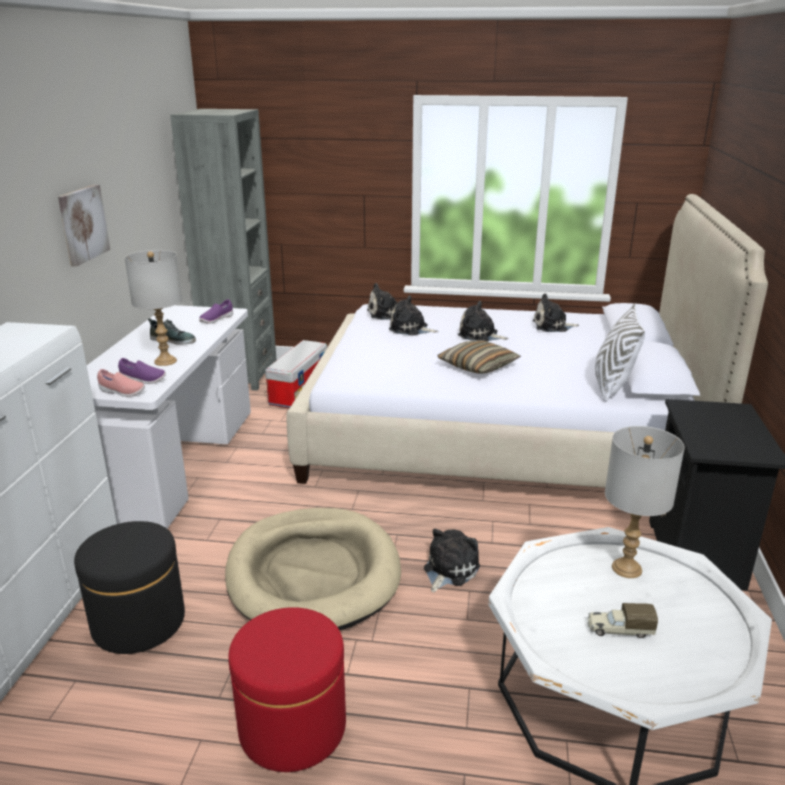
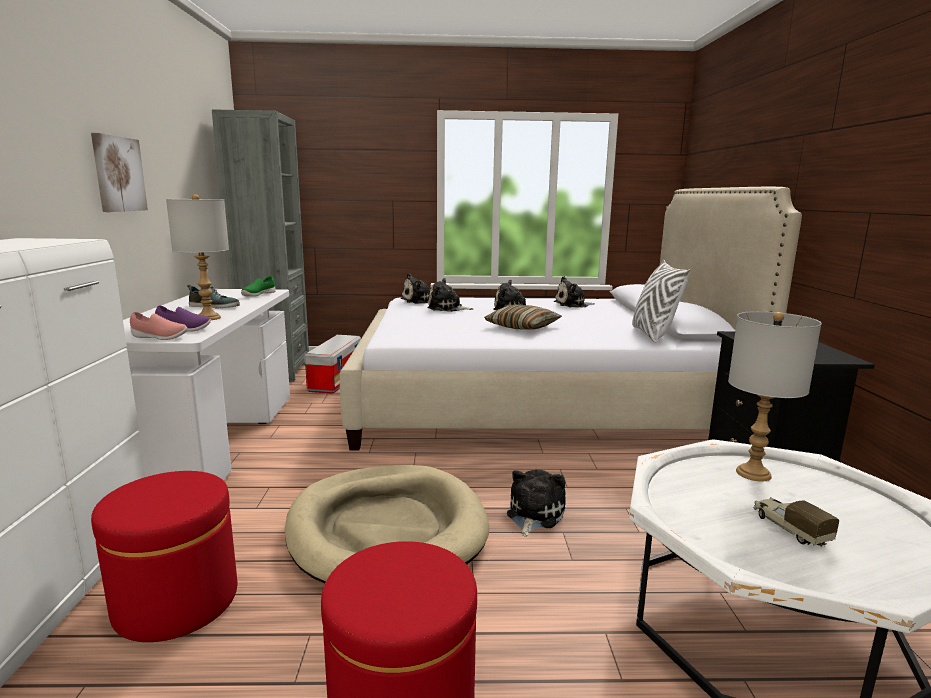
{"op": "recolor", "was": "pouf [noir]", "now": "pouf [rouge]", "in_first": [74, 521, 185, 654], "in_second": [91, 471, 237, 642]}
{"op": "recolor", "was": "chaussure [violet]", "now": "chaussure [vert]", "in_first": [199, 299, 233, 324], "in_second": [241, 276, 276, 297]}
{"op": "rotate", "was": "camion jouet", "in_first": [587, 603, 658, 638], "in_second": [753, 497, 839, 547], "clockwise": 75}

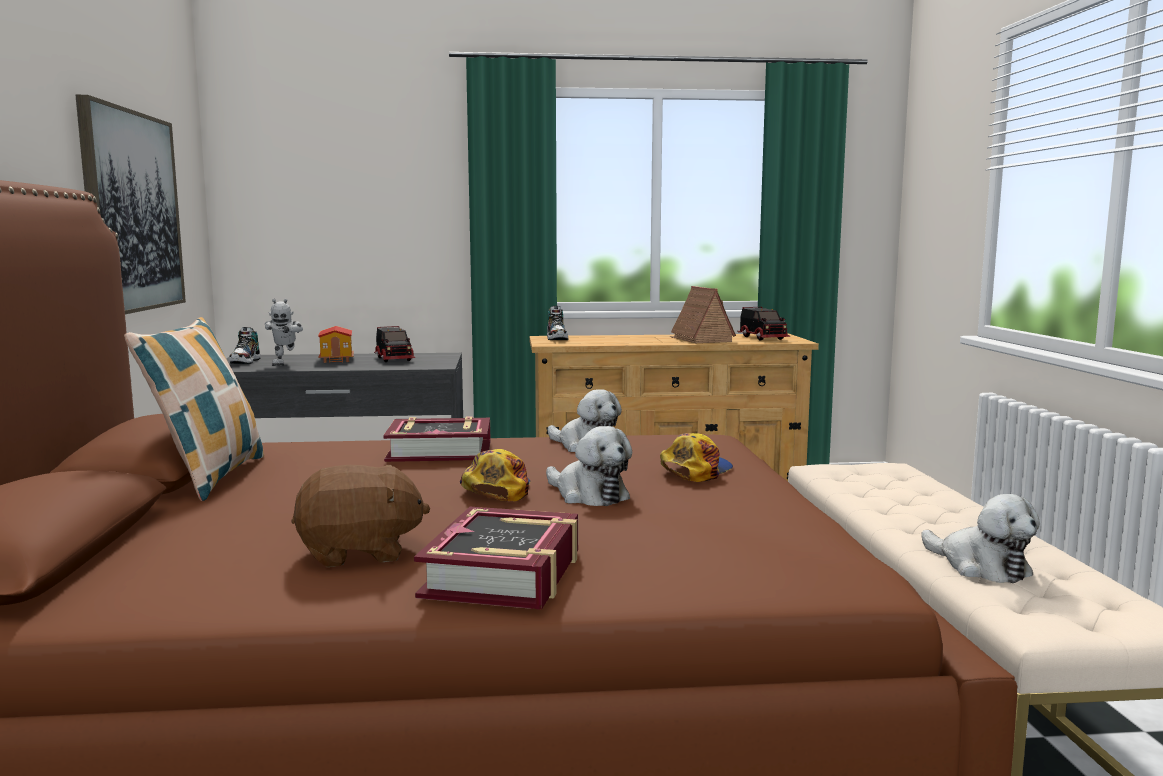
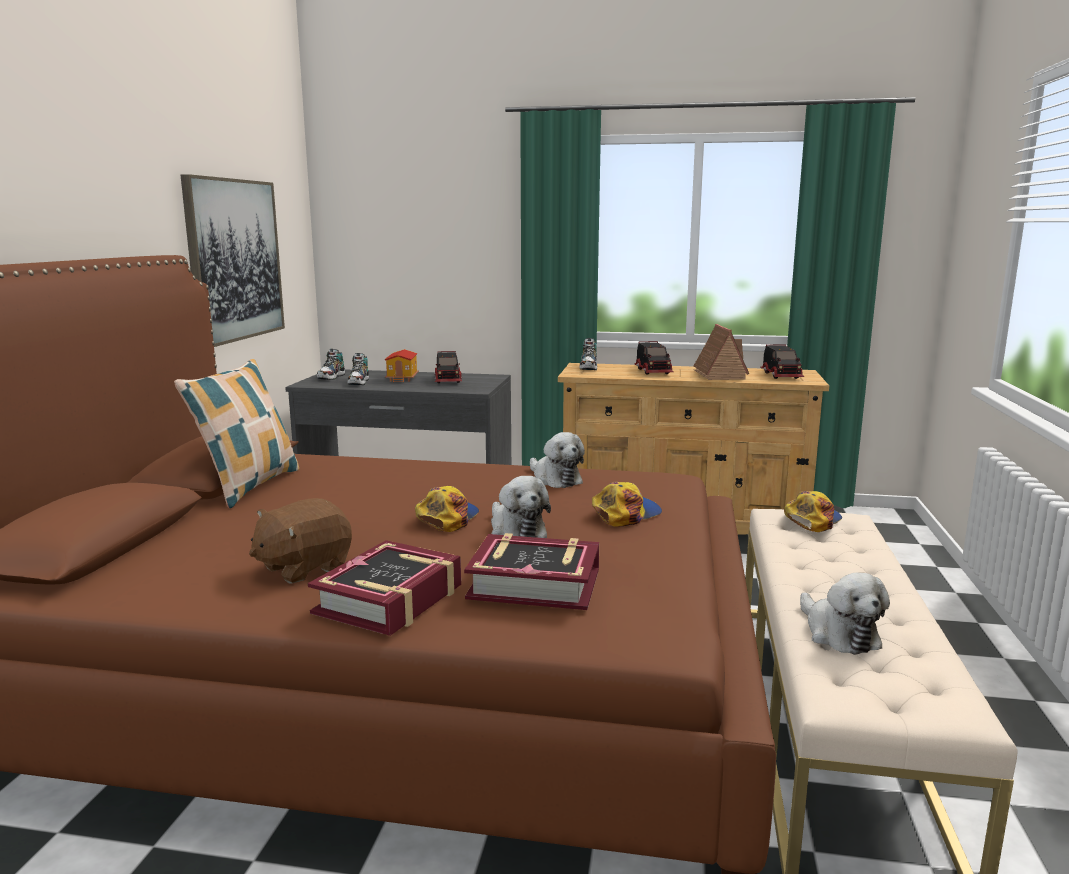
{"op": "insert", "now": "camion jouet", "in_second": [634, 341, 674, 375]}
{"op": "insert", "now": "casquette", "in_second": [784, 491, 842, 532]}
{"op": "move", "was": "livre", "in_first": [383, 416, 491, 462], "in_second": [464, 533, 599, 610]}
{"op": "replace", "was": "robot jouet", "now": "chaussure", "in_first": [265, 299, 303, 366], "in_second": [347, 353, 369, 385]}
{"op": "rotate", "was": "peluche [marron]", "in_first": [291, 465, 430, 567], "in_second": [249, 498, 352, 584], "clockwise": 135}

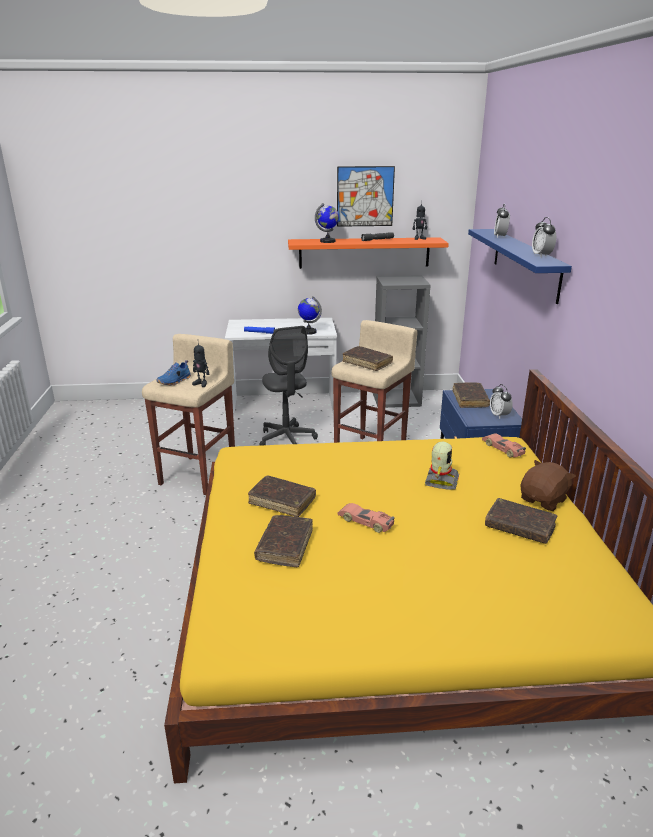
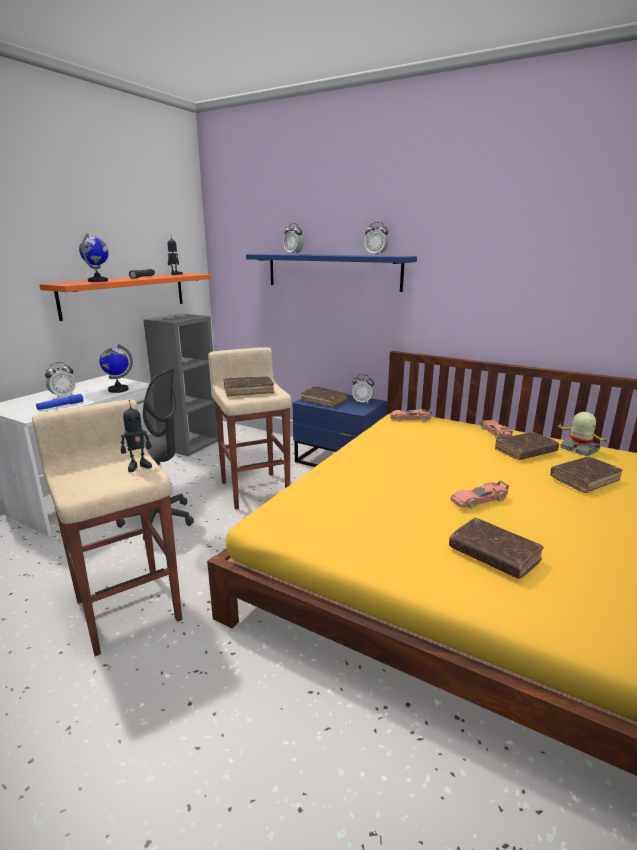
{"op": "delete", "was": "chaussure [bleu]", "in_first": [157, 360, 191, 385]}
{"op": "delete", "was": "tableau", "in_first": [337, 166, 395, 227]}
{"op": "insert", "now": "réveil", "in_second": [45, 362, 76, 399]}
{"op": "move", "was": "livre [marron]", "in_first": [248, 475, 316, 517], "in_second": [550, 457, 623, 493]}
{"op": "move", "was": "robot jouet", "in_first": [425, 442, 459, 490], "in_second": [556, 412, 610, 456]}
{"op": "replace", "was": "peluche [marron]", "now": "petite voiture", "in_first": [521, 460, 576, 511], "in_second": [479, 420, 513, 439]}

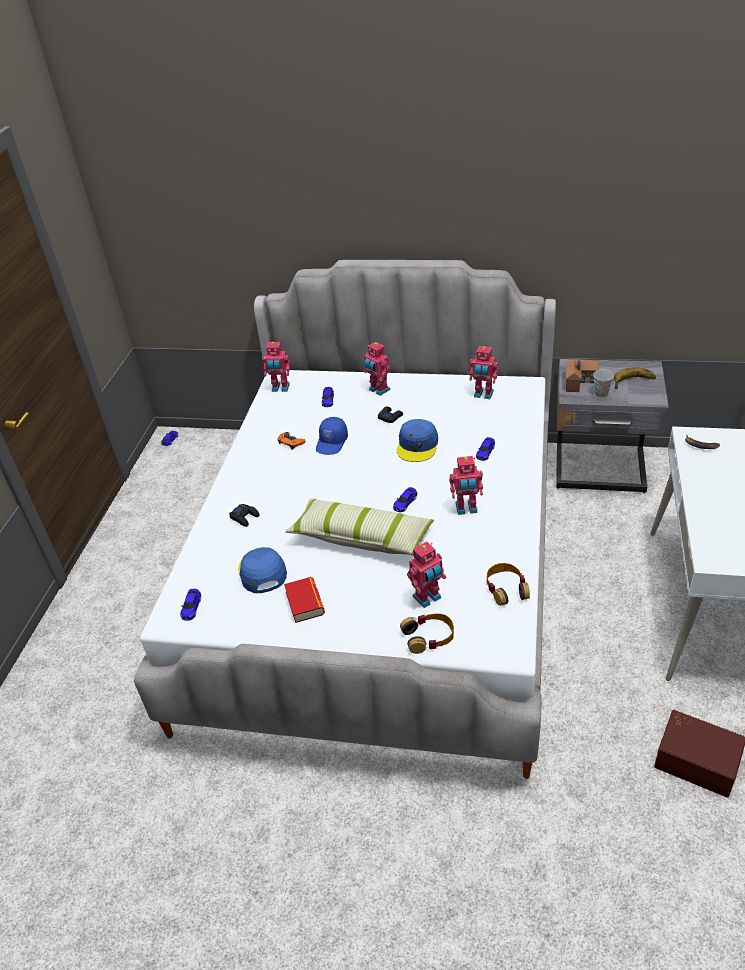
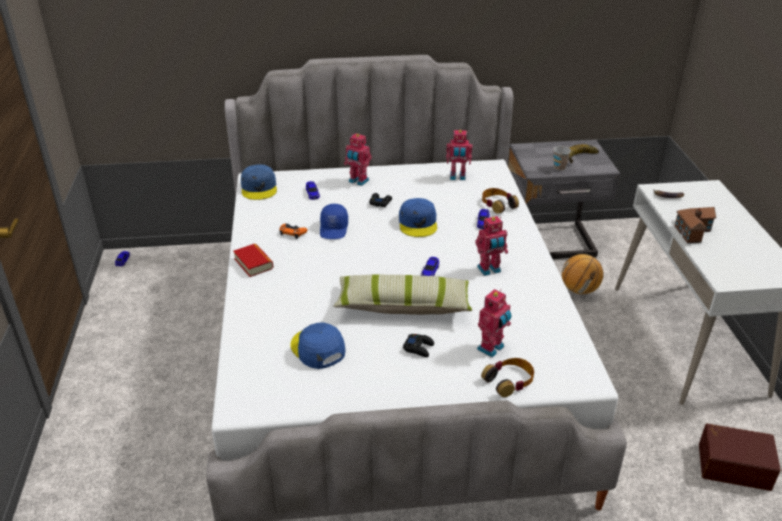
{"op": "delete", "was": "petite voiture", "in_first": [180, 589, 201, 620]}
{"op": "insert", "now": "ballon de basket", "in_second": [562, 254, 603, 294]}
{"op": "move", "was": "manette [noir]", "in_first": [229, 504, 259, 527], "in_second": [403, 334, 434, 357]}
{"op": "move", "was": "livre", "in_first": [284, 577, 325, 623], "in_second": [233, 244, 273, 277]}
{"op": "move", "was": "casque audio", "in_first": [487, 563, 530, 606], "in_second": [482, 188, 519, 214]}
{"op": "move", "was": "maison miniature", "in_first": [566, 360, 599, 392], "in_second": [675, 207, 716, 244]}
{"op": "replace", "was": "robot jouet", "now": "casquette [bleu]", "in_first": [262, 342, 290, 392], "in_second": [241, 165, 277, 200]}

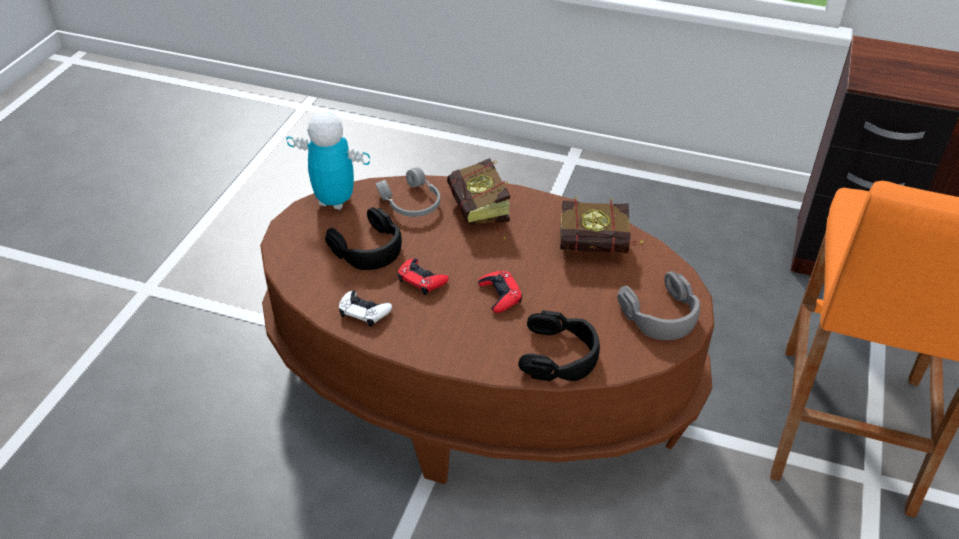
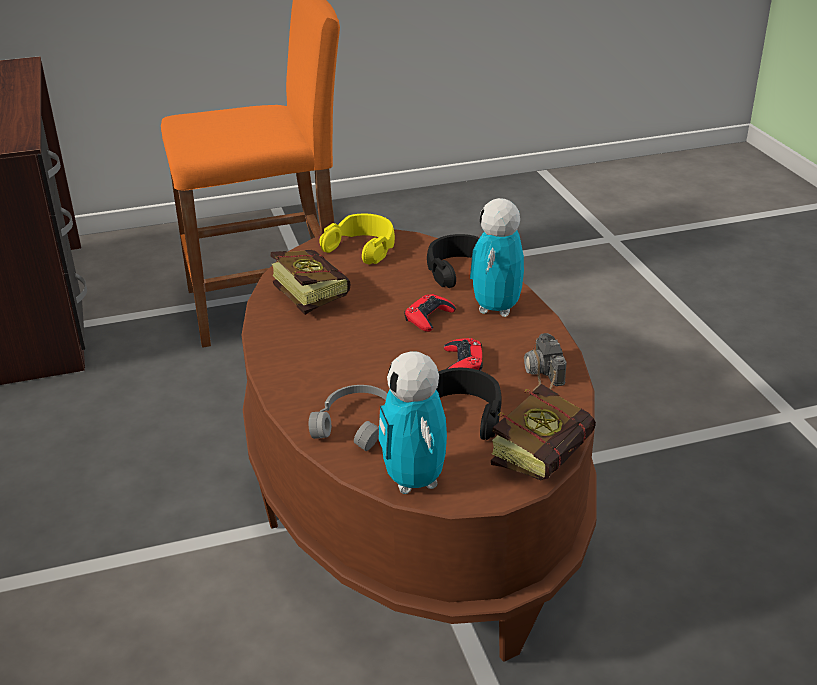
{"op": "insert", "now": "robot jouet", "in_second": [470, 198, 524, 317]}
{"op": "move", "was": "livre", "in_first": [447, 158, 510, 240], "in_second": [491, 384, 596, 481]}
{"op": "replace", "was": "manette [blanc]", "now": "appareil photo", "in_first": [339, 291, 392, 327], "in_second": [524, 333, 567, 391]}
{"op": "recolor", "was": "casque audio [gris]", "now": "casque audio [jaune]", "in_first": [617, 271, 700, 340], "in_second": [319, 214, 395, 265]}

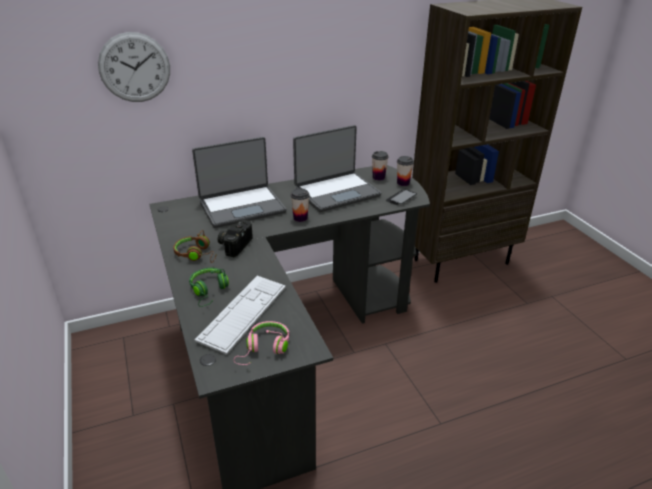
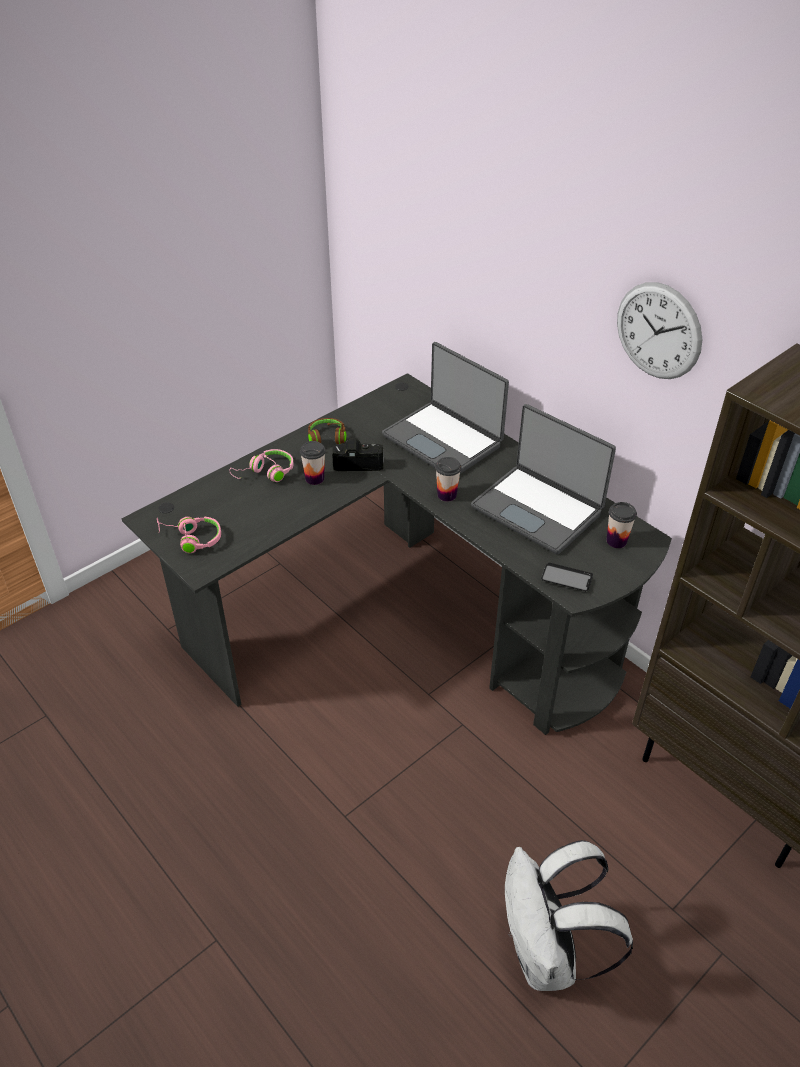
{"op": "delete", "was": "clavier", "in_first": [195, 276, 286, 355]}
{"op": "insert", "now": "sac à dos [blanc]", "in_second": [505, 840, 633, 991]}
{"op": "move", "was": "horloge murale", "in_first": [98, 32, 170, 102], "in_second": [617, 282, 702, 379]}
{"op": "move", "was": "tasse", "in_first": [397, 156, 414, 186], "in_second": [300, 441, 326, 485]}
{"op": "recolor", "was": "casque audio [vert]", "now": "casque audio [rose]", "in_first": [189, 268, 229, 307], "in_second": [229, 449, 294, 482]}

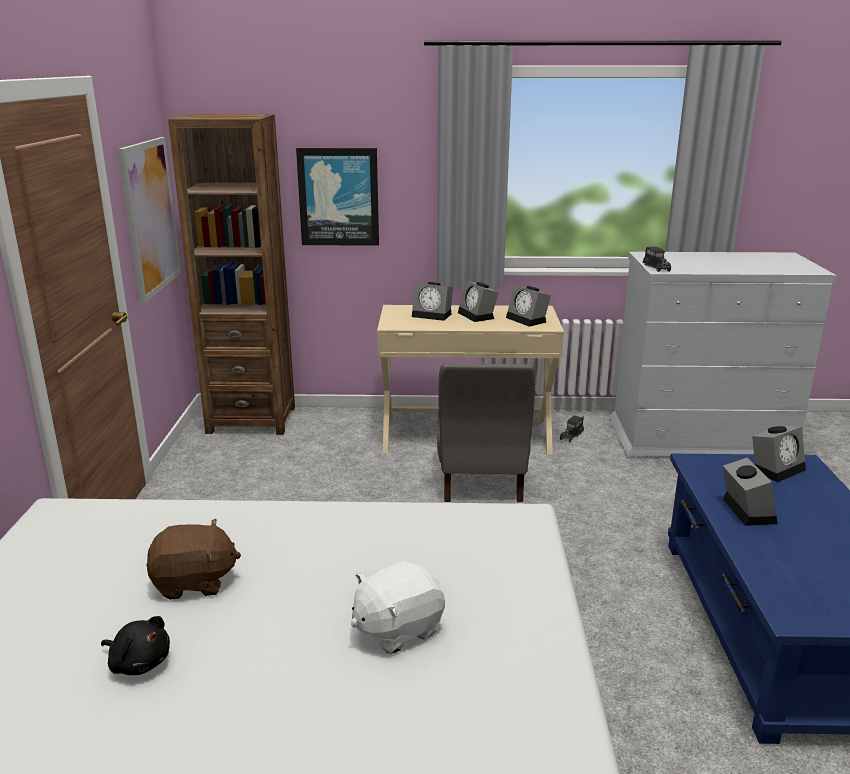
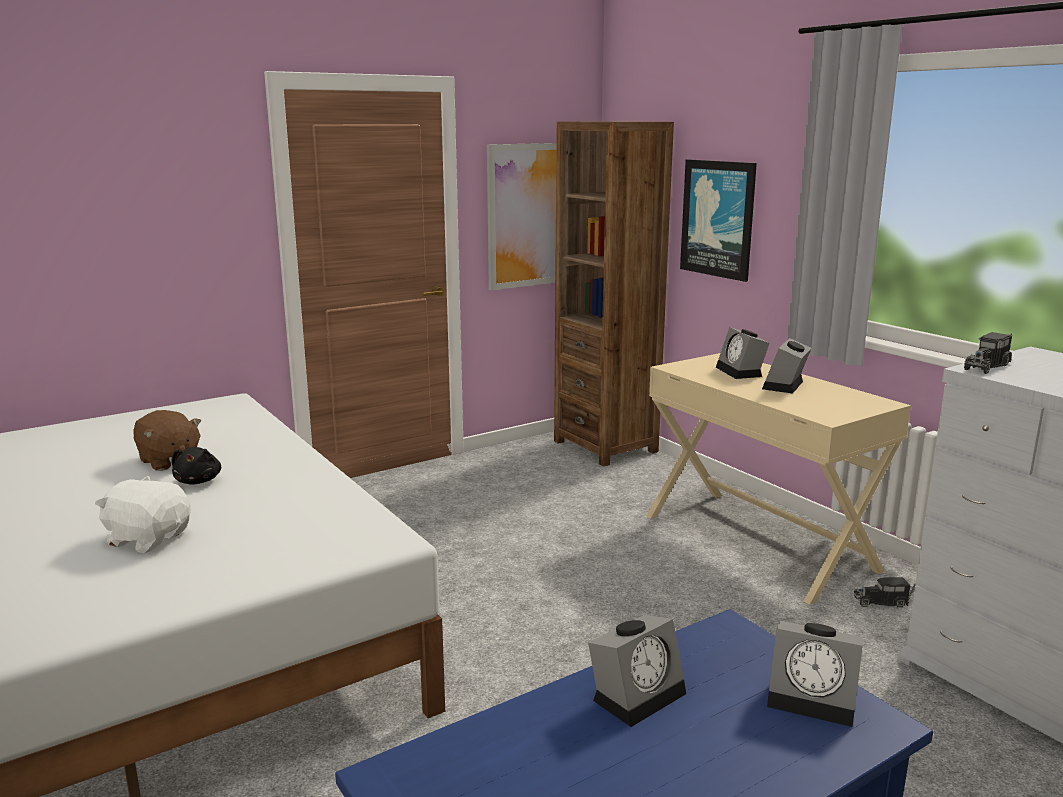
{"op": "delete", "was": "chaise [gris]", "in_first": [437, 363, 536, 502]}
{"op": "delete", "was": "réveil", "in_first": [506, 285, 551, 327]}
{"op": "move", "was": "peluche [noir]", "in_first": [101, 616, 170, 675], "in_second": [171, 447, 221, 485]}

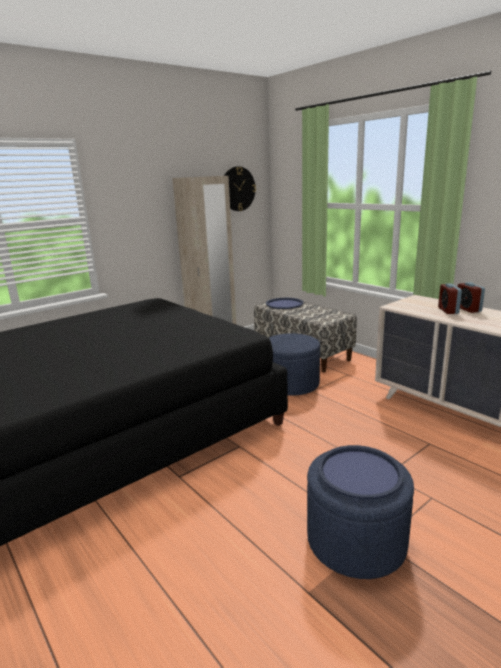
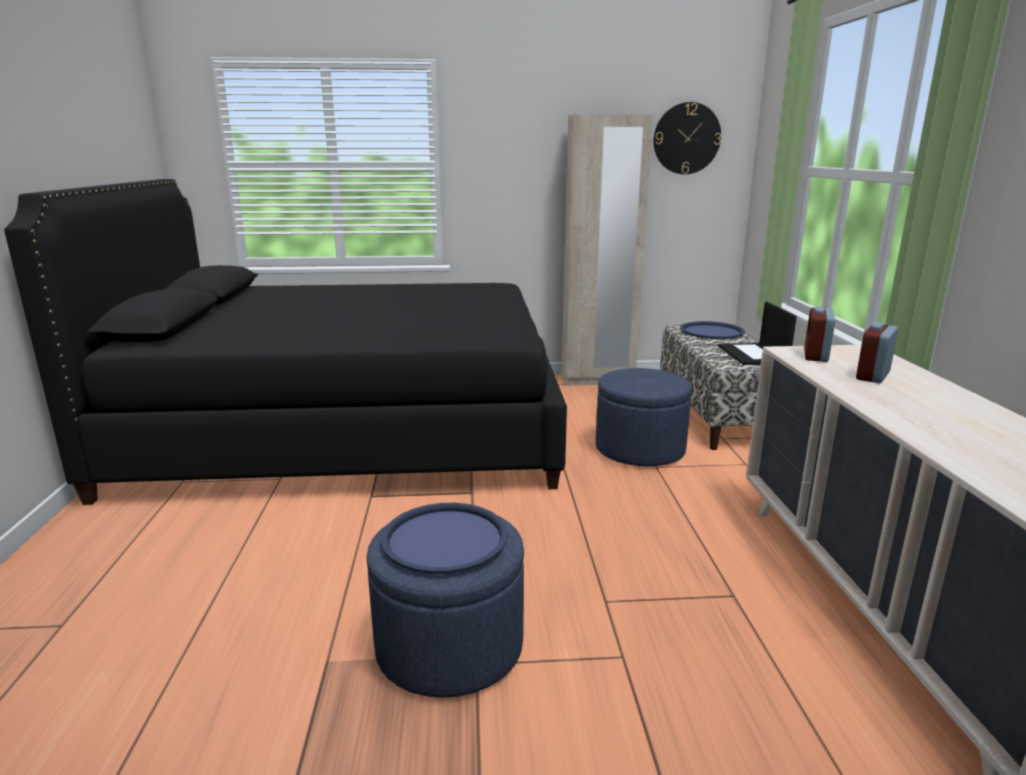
{"op": "insert", "now": "ordinateur portable", "in_second": [718, 301, 797, 365]}
{"op": "move", "was": "réveil", "in_first": [458, 282, 485, 313], "in_second": [804, 306, 835, 362]}

